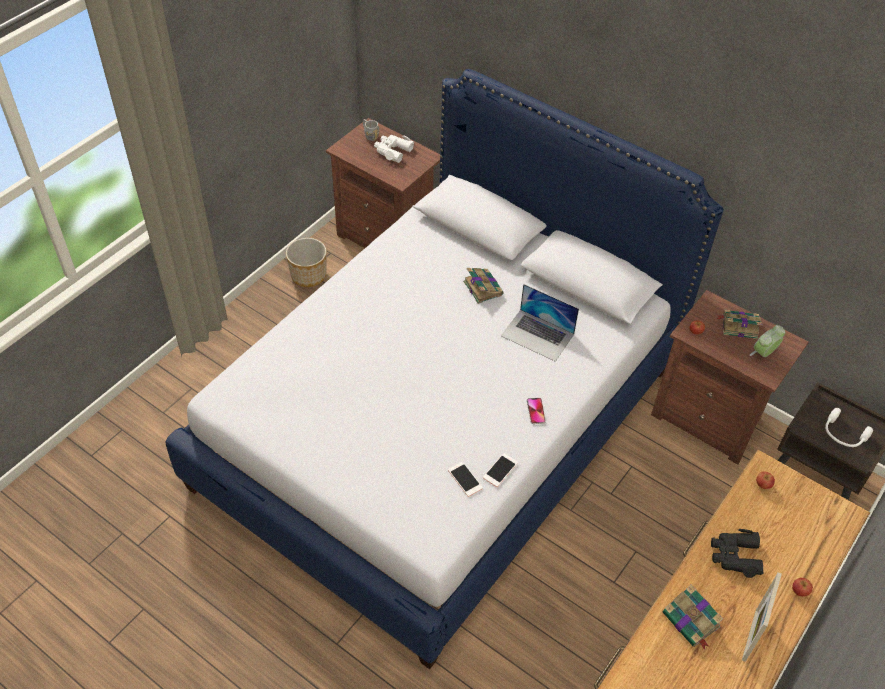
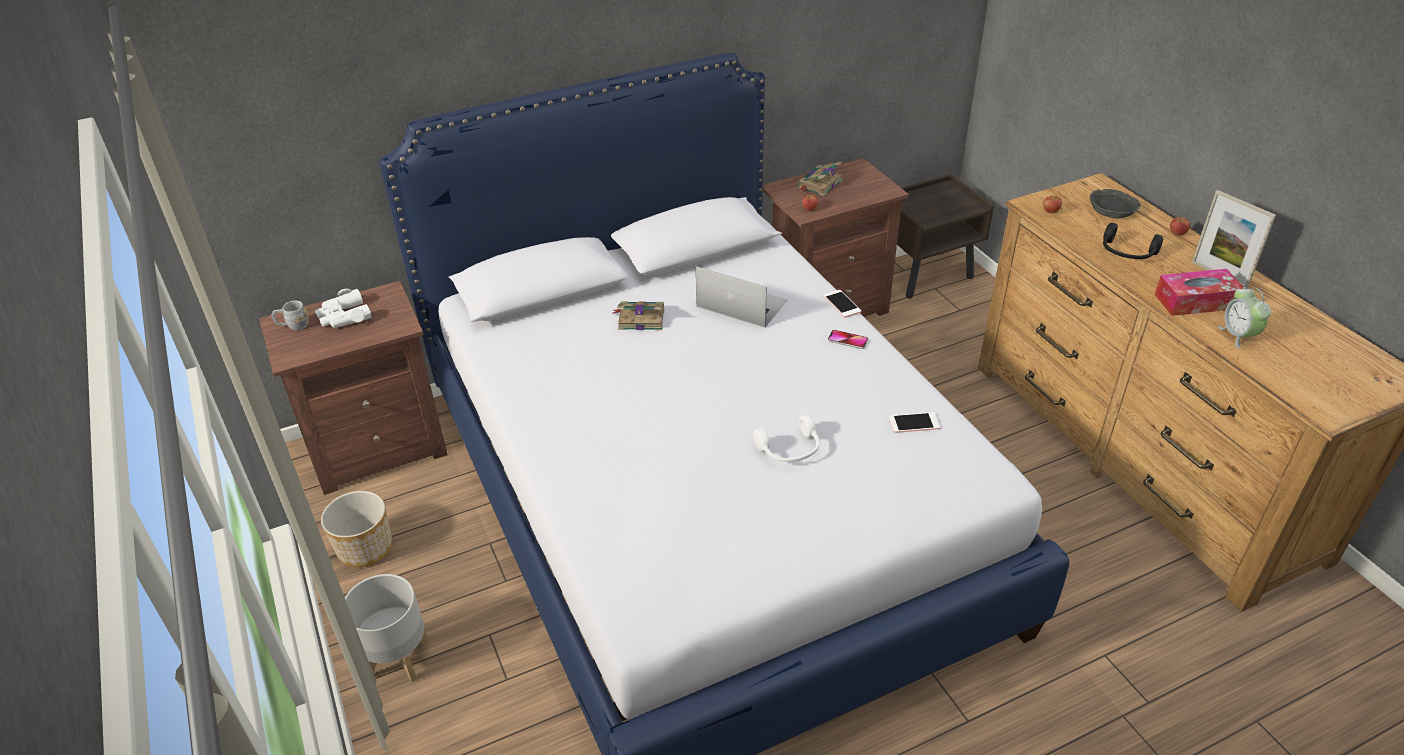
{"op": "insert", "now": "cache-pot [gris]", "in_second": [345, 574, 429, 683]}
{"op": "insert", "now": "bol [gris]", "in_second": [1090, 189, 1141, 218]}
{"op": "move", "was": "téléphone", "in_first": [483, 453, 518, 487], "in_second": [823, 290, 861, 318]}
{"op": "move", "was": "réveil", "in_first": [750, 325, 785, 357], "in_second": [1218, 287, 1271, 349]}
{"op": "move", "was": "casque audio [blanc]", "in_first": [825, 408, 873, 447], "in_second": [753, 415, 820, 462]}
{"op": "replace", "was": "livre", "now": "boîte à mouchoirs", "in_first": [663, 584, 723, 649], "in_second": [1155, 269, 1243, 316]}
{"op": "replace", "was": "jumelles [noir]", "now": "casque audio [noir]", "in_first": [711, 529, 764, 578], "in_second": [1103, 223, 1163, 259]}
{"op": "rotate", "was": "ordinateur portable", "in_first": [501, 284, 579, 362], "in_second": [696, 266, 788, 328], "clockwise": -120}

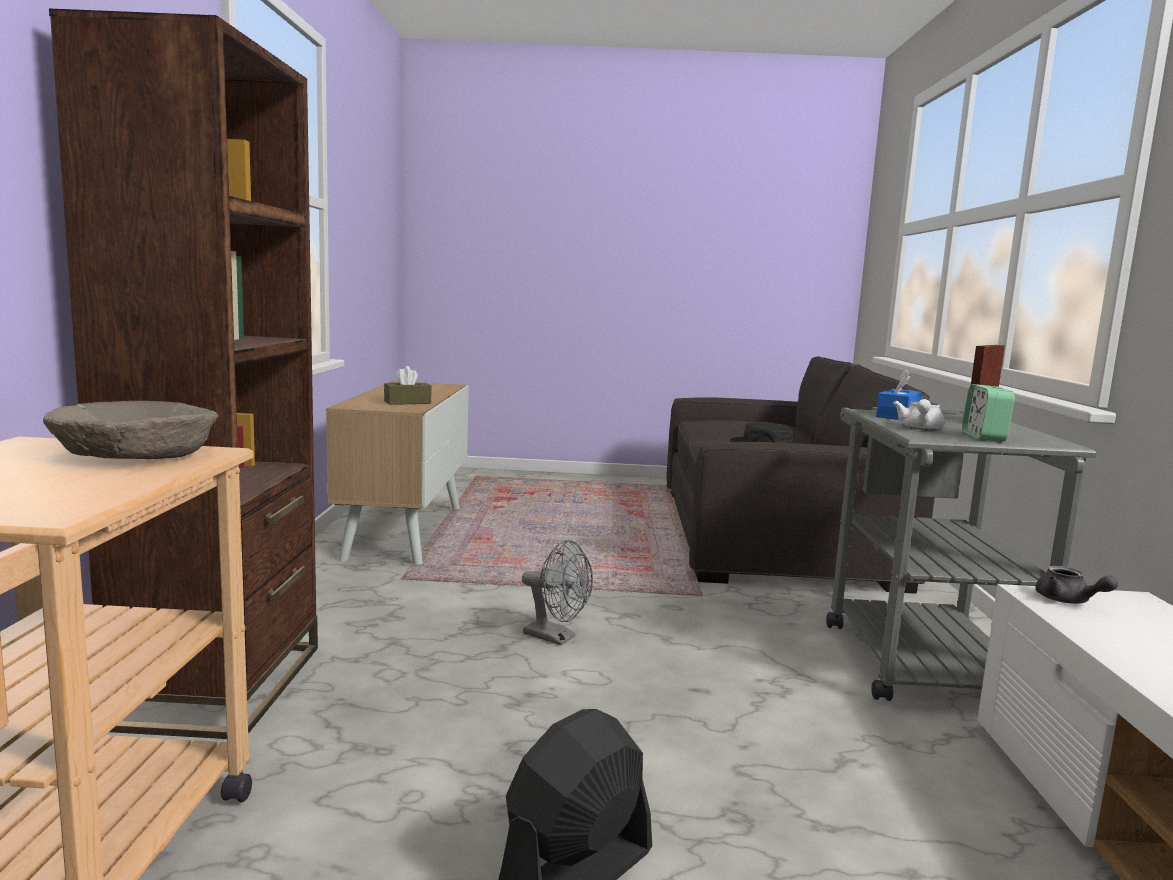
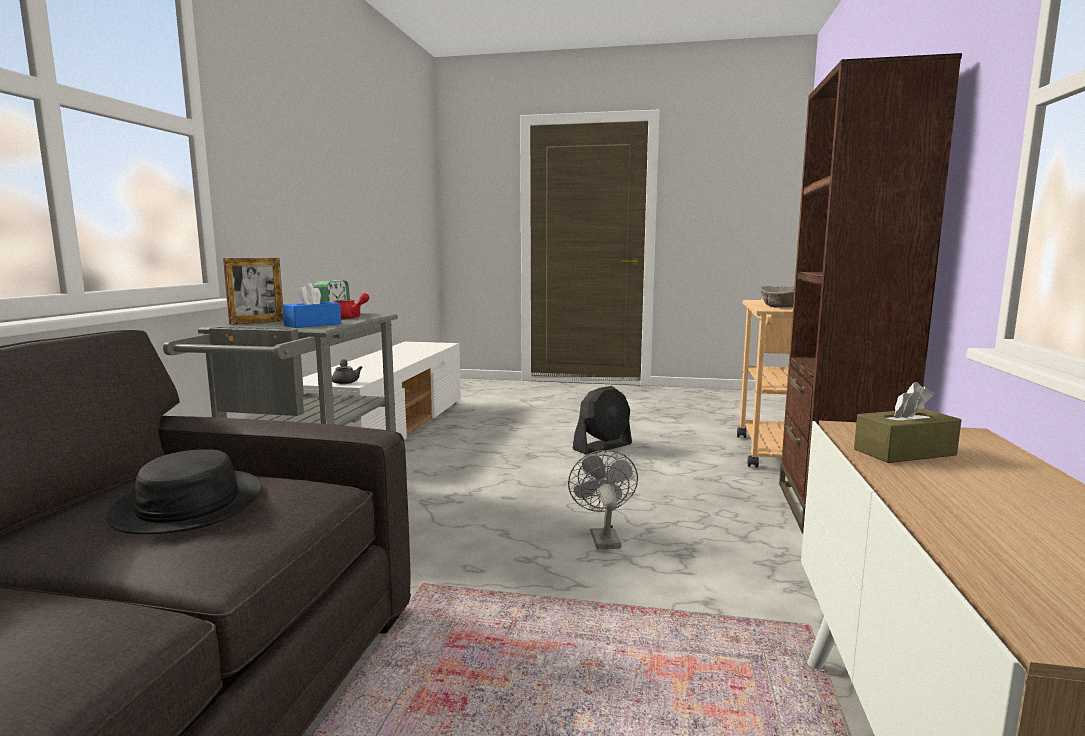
{"op": "recolor", "was": "théière [blanc]", "now": "théière [rouge]", "in_first": [893, 399, 945, 430], "in_second": [334, 293, 369, 319]}
{"op": "rotate", "was": "ventilateur [gris]", "in_first": [522, 540, 593, 645], "in_second": [568, 450, 638, 550], "clockwise": 45}

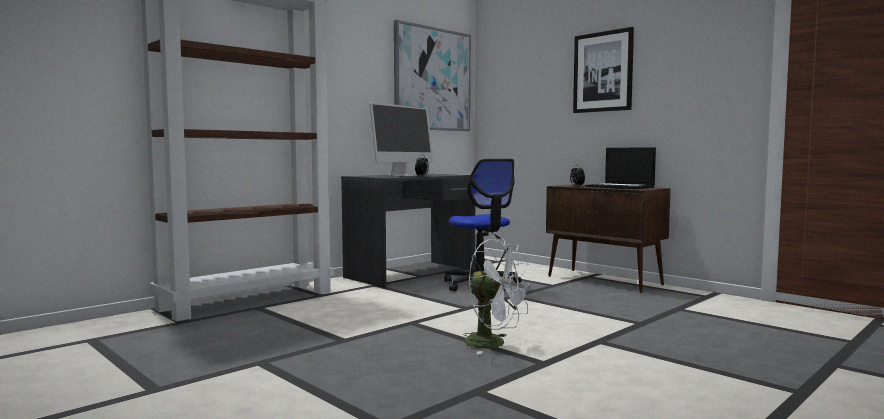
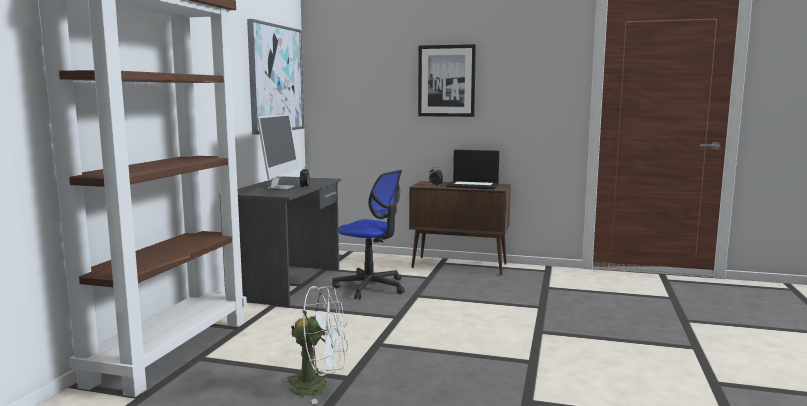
{"op": "move", "was": "ventilateur [blanc]", "in_first": [463, 238, 532, 354], "in_second": [281, 286, 348, 404]}

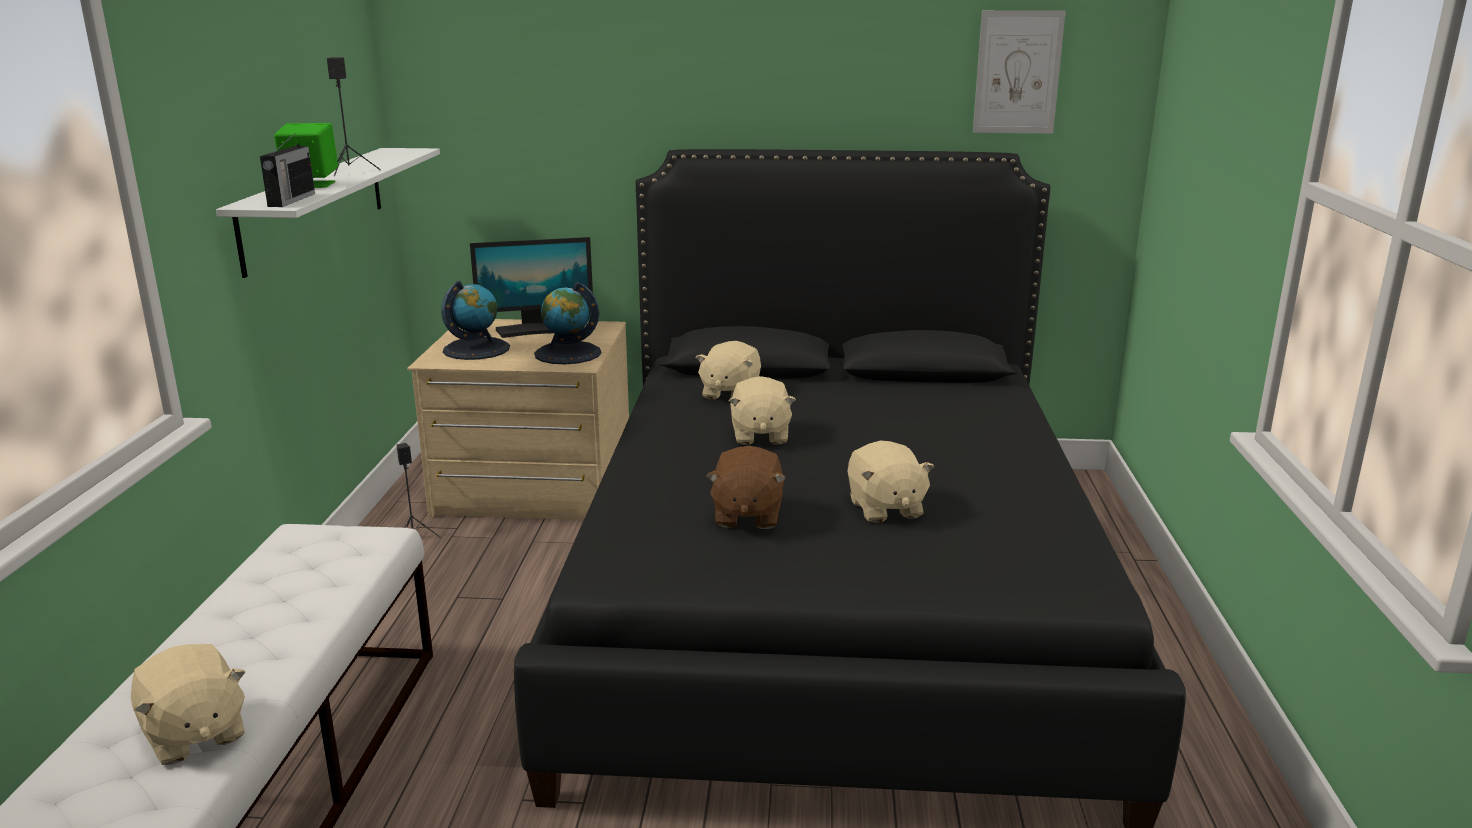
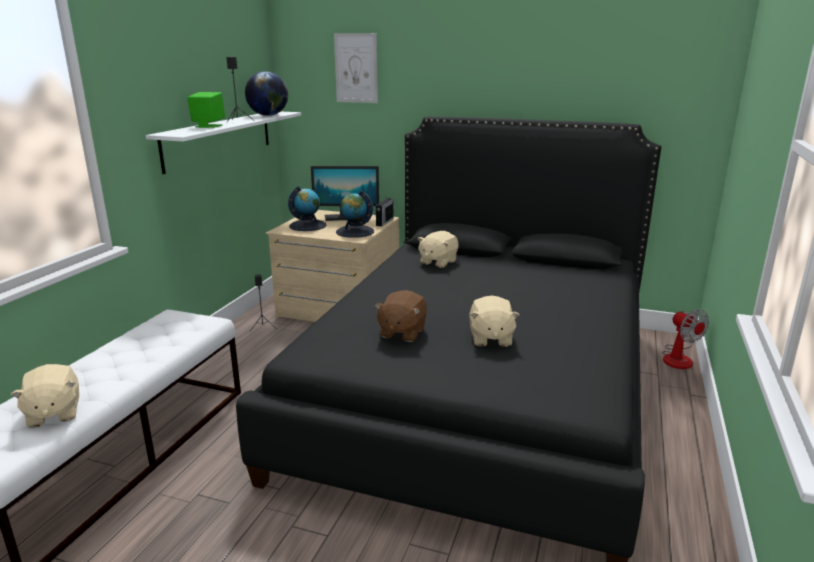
{"op": "delete", "was": "peluche [beige]", "in_first": [729, 376, 796, 445]}
{"op": "insert", "now": "globe", "in_second": [245, 71, 288, 116]}
{"op": "insert", "now": "ventilateur", "in_second": [662, 309, 709, 369]}
{"op": "move", "was": "radio", "in_first": [260, 133, 315, 207], "in_second": [376, 195, 393, 227]}
{"op": "move", "was": "tableau", "in_first": [973, 10, 1066, 134], "in_second": [334, 33, 378, 103]}

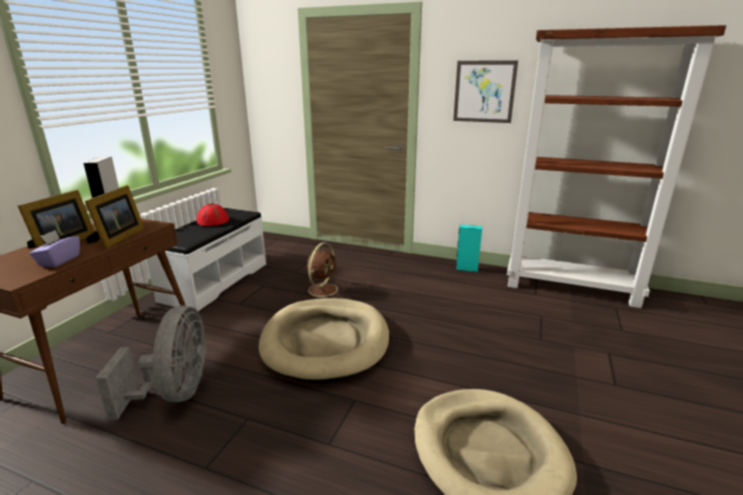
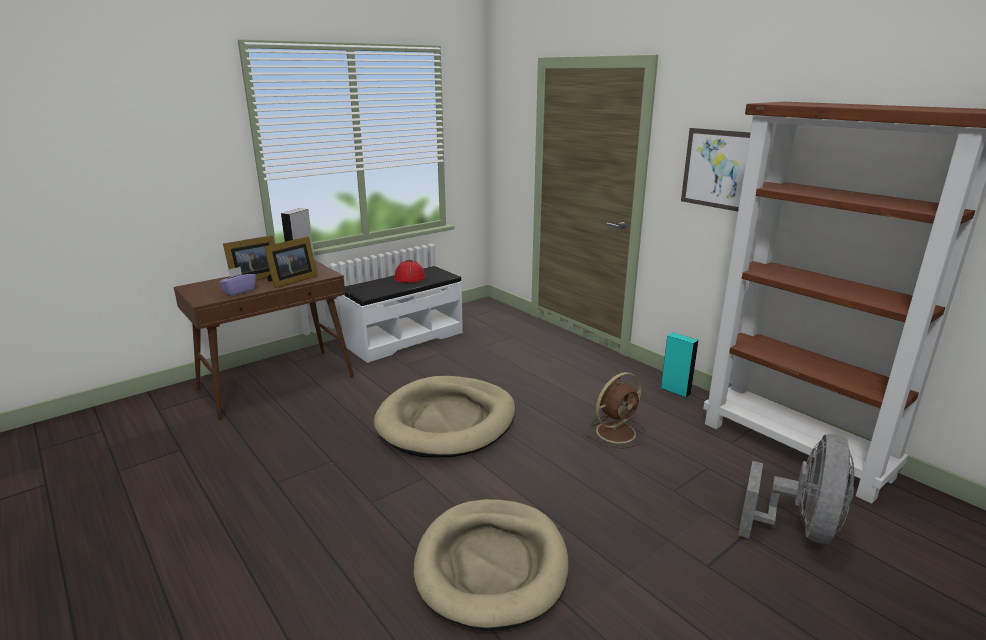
{"op": "move", "was": "ventilateur [gris]", "in_first": [95, 306, 207, 420], "in_second": [738, 434, 854, 544]}
{"op": "move", "was": "ventilateur [marron]", "in_first": [303, 242, 345, 299], "in_second": [586, 372, 646, 449]}

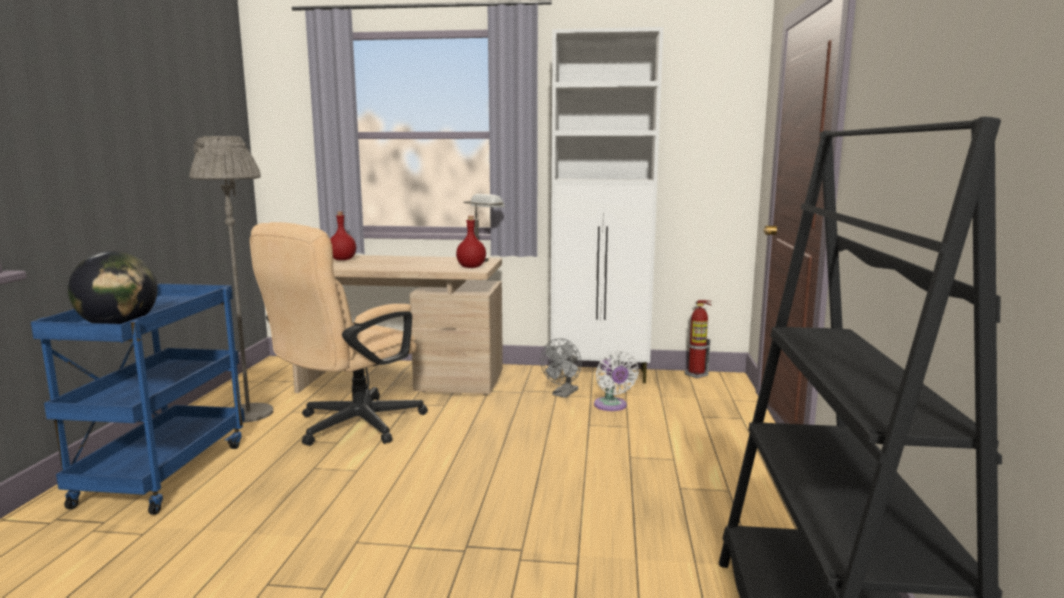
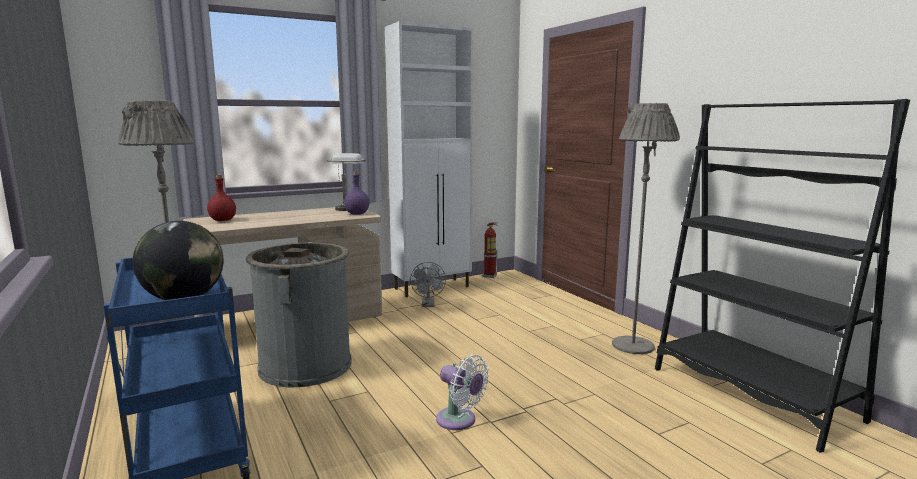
{"op": "insert", "now": "lampadaire [gris]", "in_second": [612, 103, 680, 354]}
{"op": "move", "was": "ventilateur [blanc]", "in_first": [594, 350, 639, 411], "in_second": [436, 355, 489, 430]}
{"op": "replace", "was": "chaise de bureau [beige]", "now": "poubelle [gris]", "in_first": [250, 222, 428, 446], "in_second": [246, 242, 352, 387]}
{"op": "recolor", "was": "bouteille [rouge]", "now": "bouteille [violet]", "in_first": [456, 216, 486, 268], "in_second": [344, 171, 369, 215]}

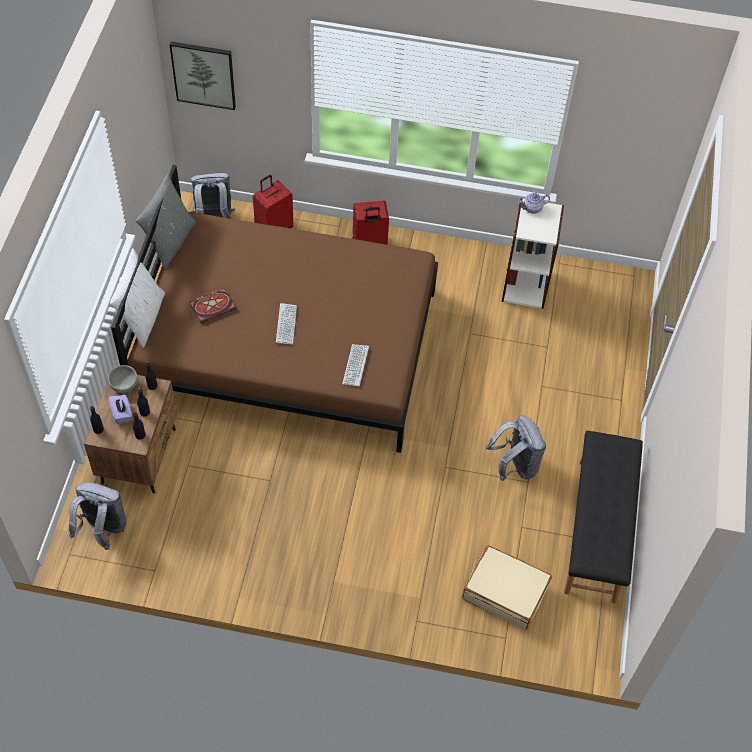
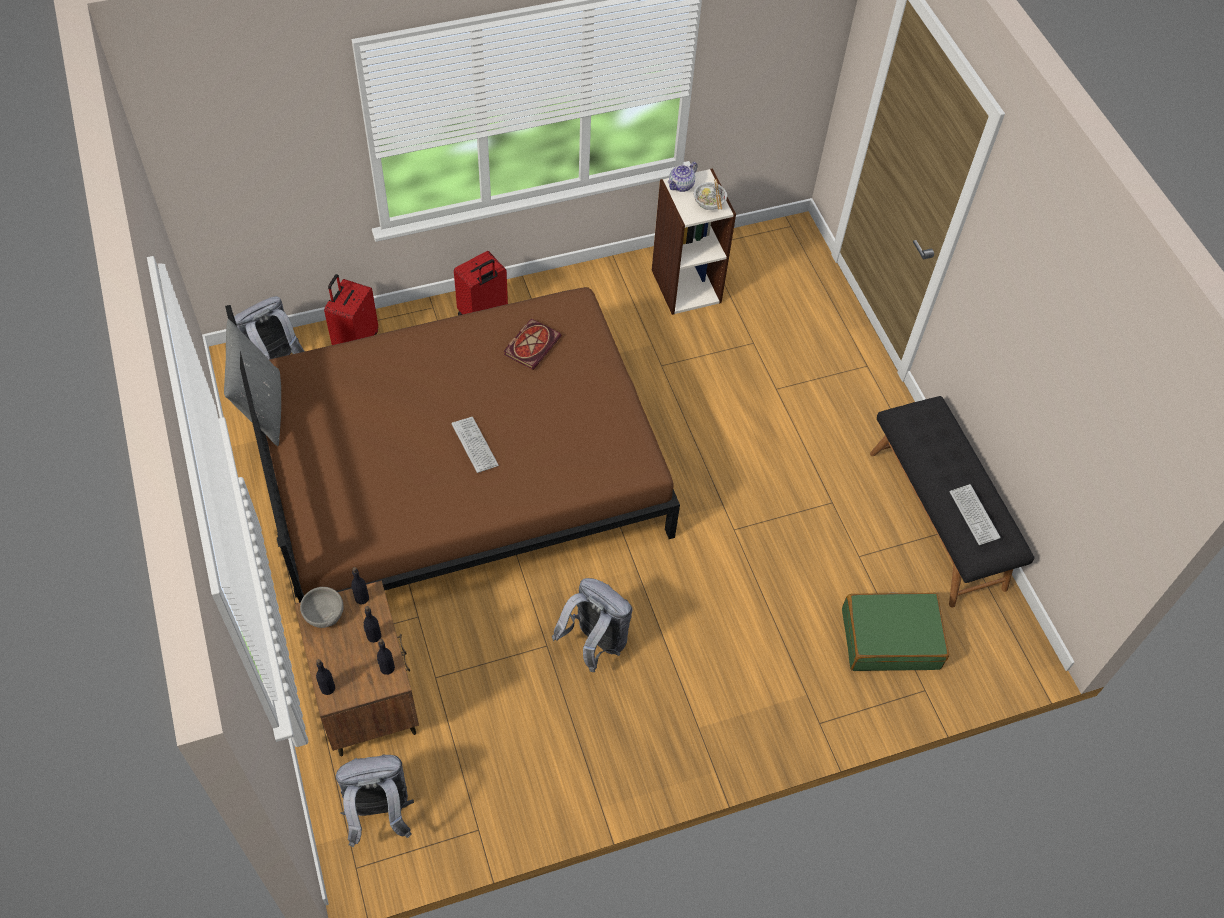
{"op": "delete", "was": "boîte à mouchoirs [violet]", "in_first": [109, 395, 132, 424]}
{"op": "delete", "was": "coussin [blanc]", "in_first": [110, 248, 165, 348]}
{"op": "delete", "was": "tableau", "in_first": [170, 42, 236, 110]}
{"op": "insert", "now": "bol", "in_second": [693, 179, 727, 210]}
{"op": "move", "was": "livre", "in_first": [189, 288, 237, 324], "in_second": [503, 318, 562, 370]}
{"op": "move", "was": "clavier", "in_first": [342, 344, 369, 386], "in_second": [950, 484, 1001, 545]}
{"op": "move", "was": "sac à dos [gris]", "in_first": [486, 415, 546, 481], "in_second": [552, 578, 633, 672]}
{"op": "recolor", "was": "valise [beige]", "now": "valise [vert]", "in_first": [462, 545, 552, 630], "in_second": [842, 592, 949, 671]}

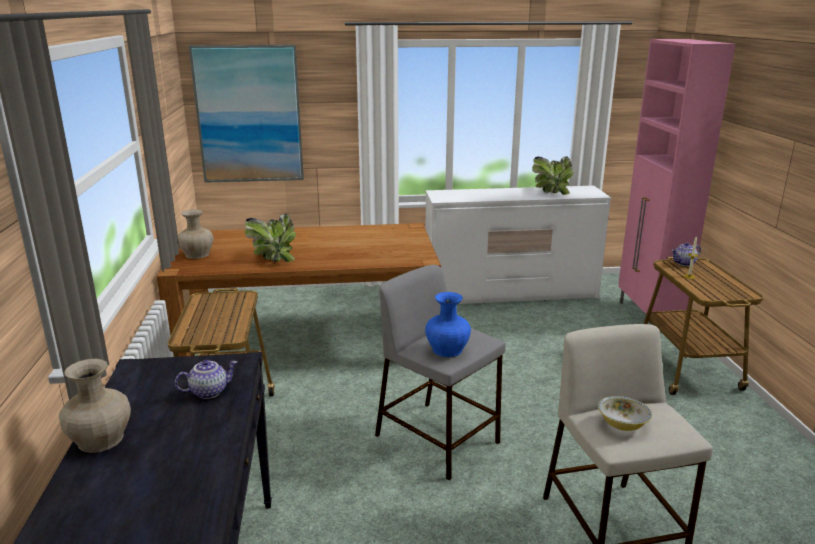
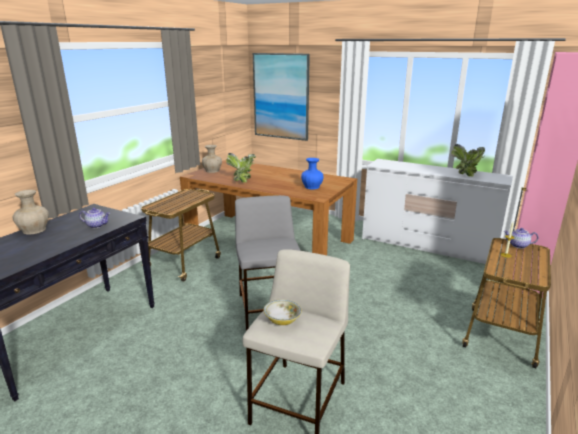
{"op": "move", "was": "vase [bleu]", "in_first": [425, 292, 471, 357], "in_second": [301, 158, 324, 189]}

